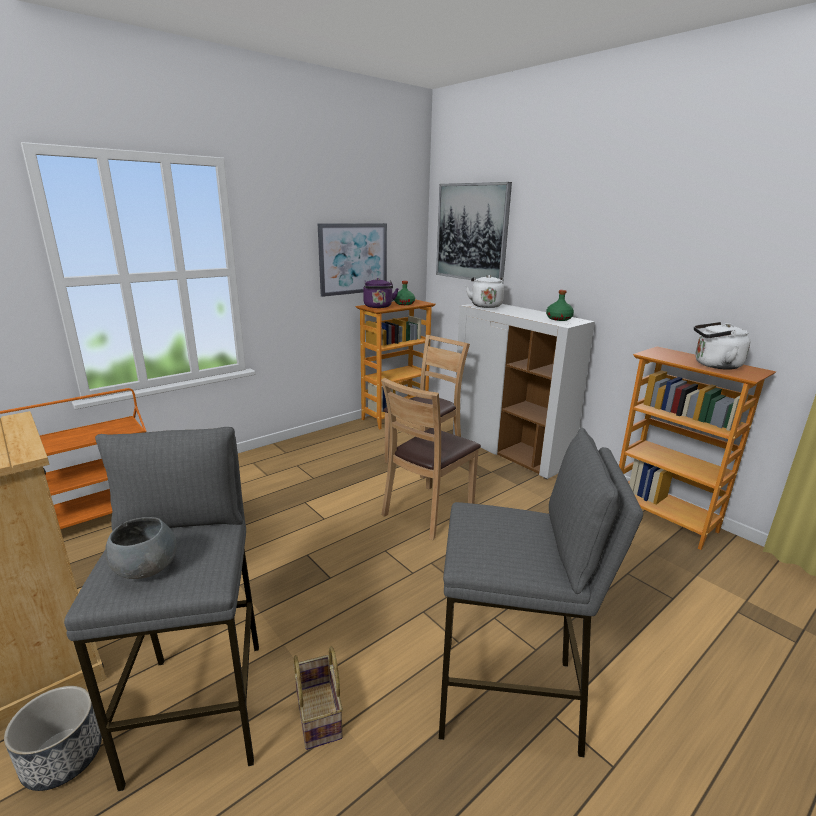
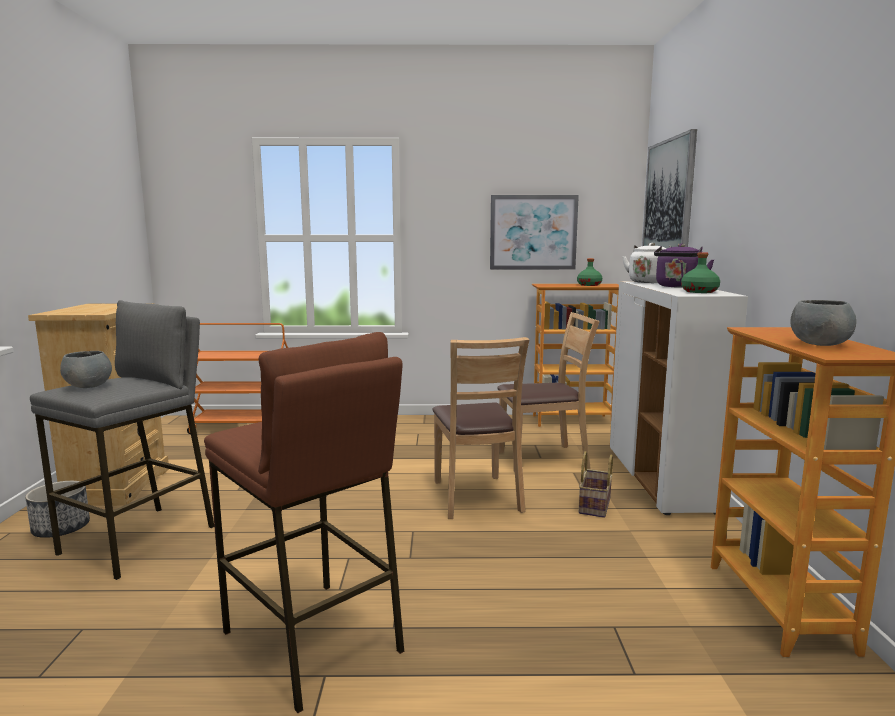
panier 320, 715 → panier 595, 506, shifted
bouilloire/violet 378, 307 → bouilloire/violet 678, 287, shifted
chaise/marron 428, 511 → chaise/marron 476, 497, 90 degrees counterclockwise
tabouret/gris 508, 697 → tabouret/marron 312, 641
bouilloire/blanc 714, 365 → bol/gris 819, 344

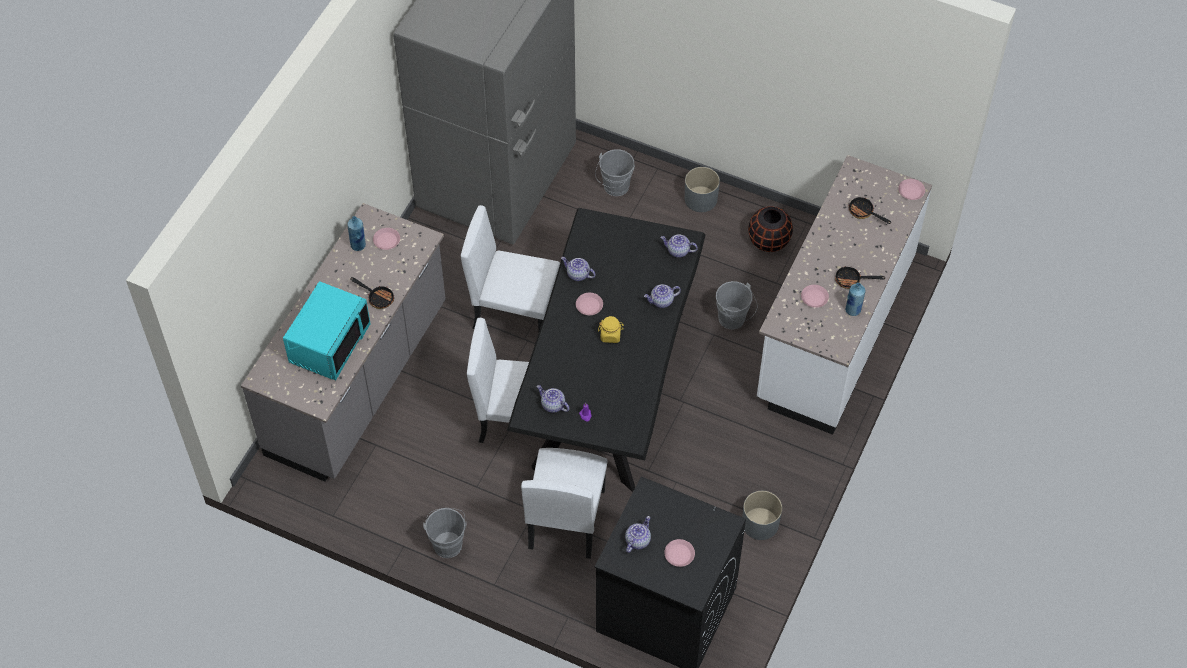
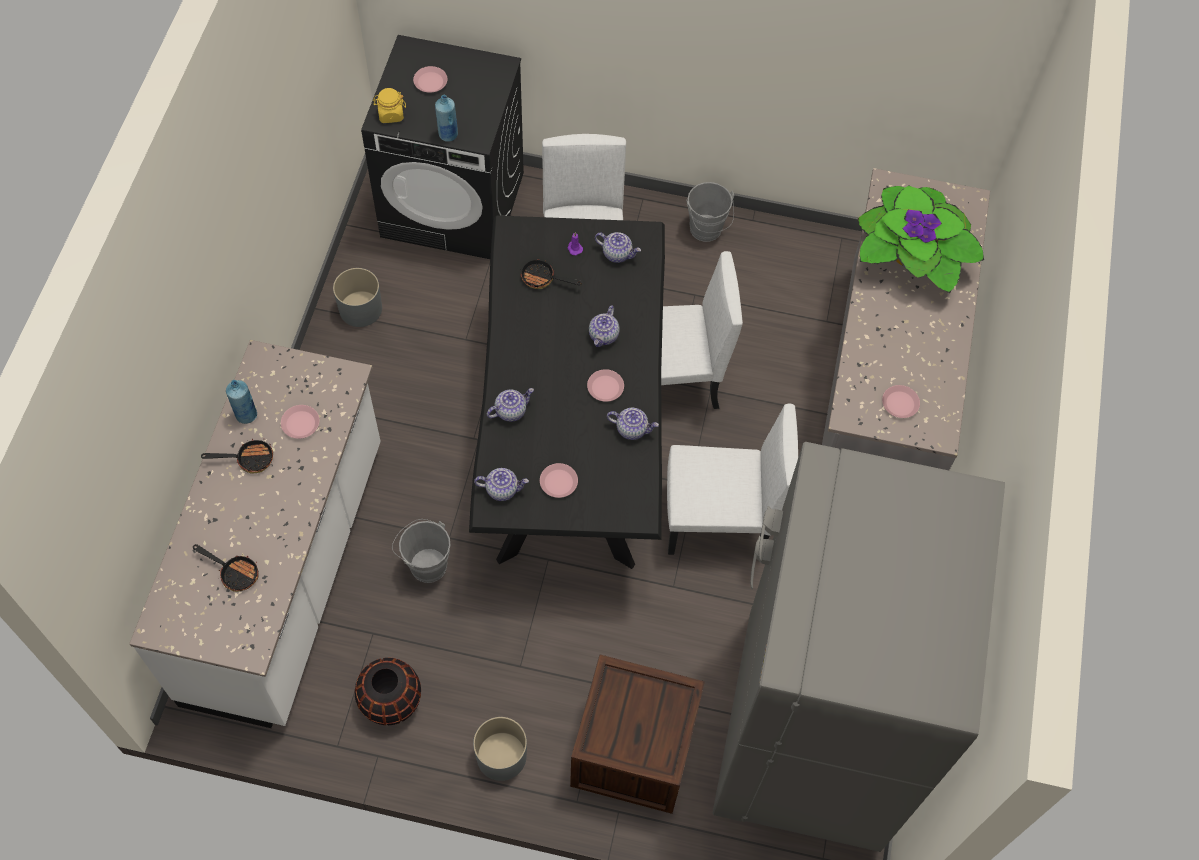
micro-ondes/turquoise 328, 343 → plante en pot 911, 255
bouteille/bleu 358, 245 → bouteille/bleu 448, 135, shifted
poêle 377, 297 → poêle 542, 279, shifted
seau/gris 615, 188 → caisse 633, 750
bocal/jaune 610, 335 → bocal/jaune 390, 114, shifted
théière 637, 540 → théière 604, 336, shifted
assiette/rose 911, 191 → assiette/rose 558, 482, shifted

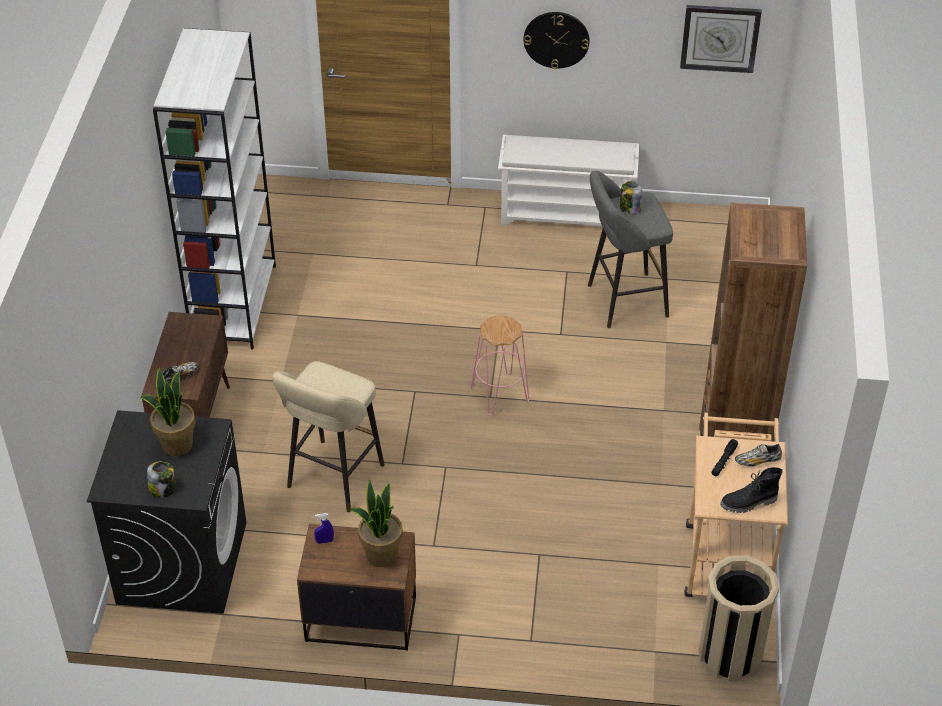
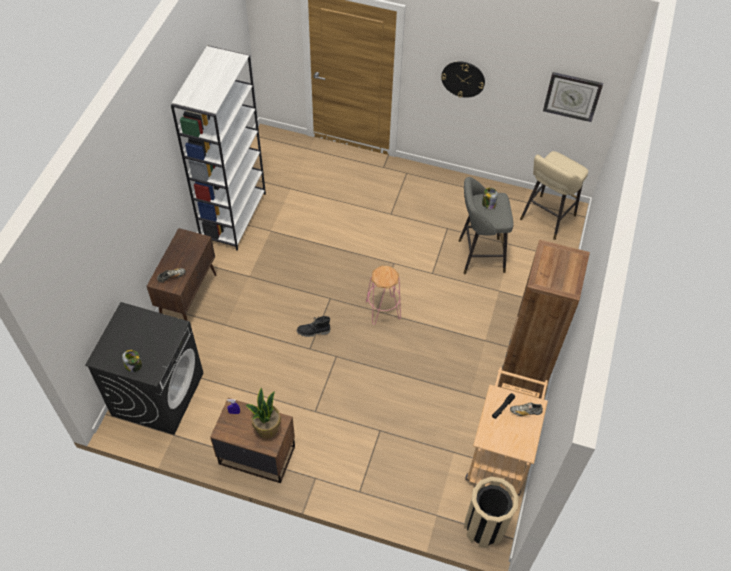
plante en pot 176, 444 → -
tabouret/beige 332, 479 → tabouret/beige 546, 219, shifted
étagère à chaussures/blanc 567, 214 → -
botte/noir 749, 503 → botte/noir 313, 332, shifted

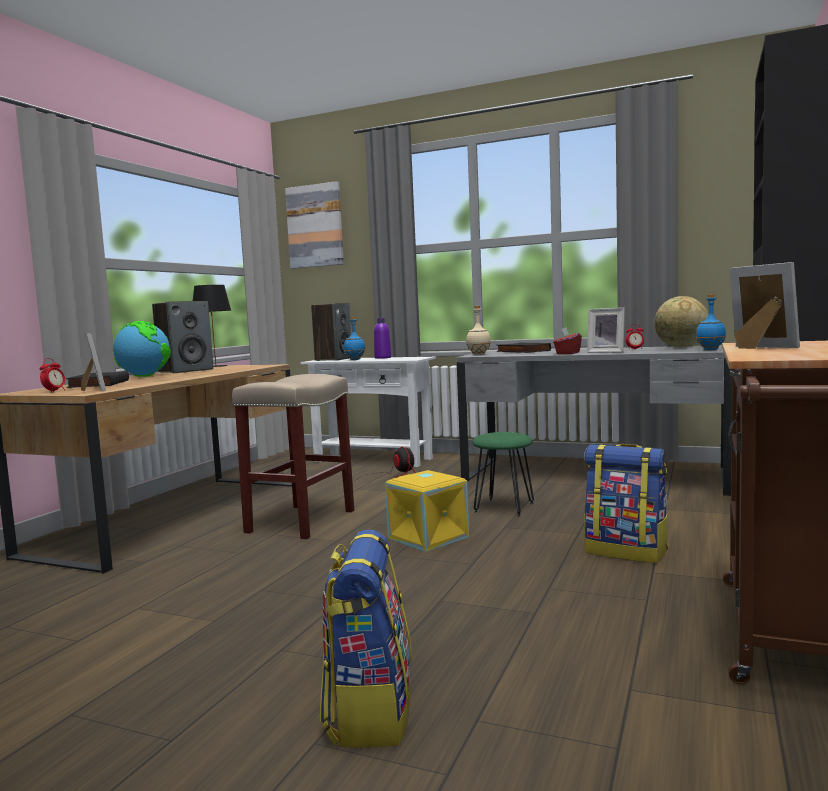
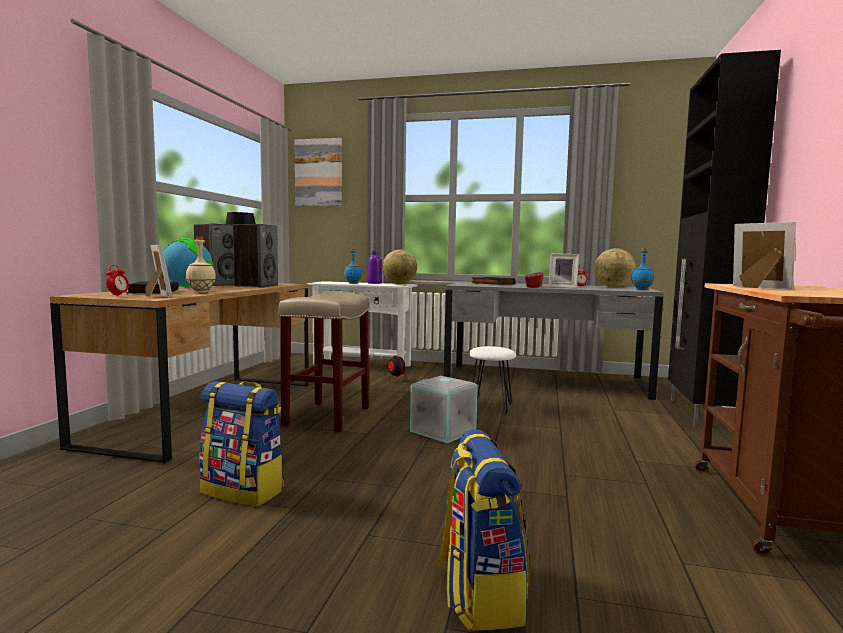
enceinte 333, 359 → enceinte 256, 286, shifted
boîte de rangement/jaune 429, 537 → boîte de rangement/gris 444, 431
bouteille/beige 478, 355 → bouteille/beige 201, 292, shifted
tabouret/vert 504, 507 → tabouret/blanc 490, 406
sac à dos 627, 551 → sac à dos 244, 491, shifted
- → globe 399, 284

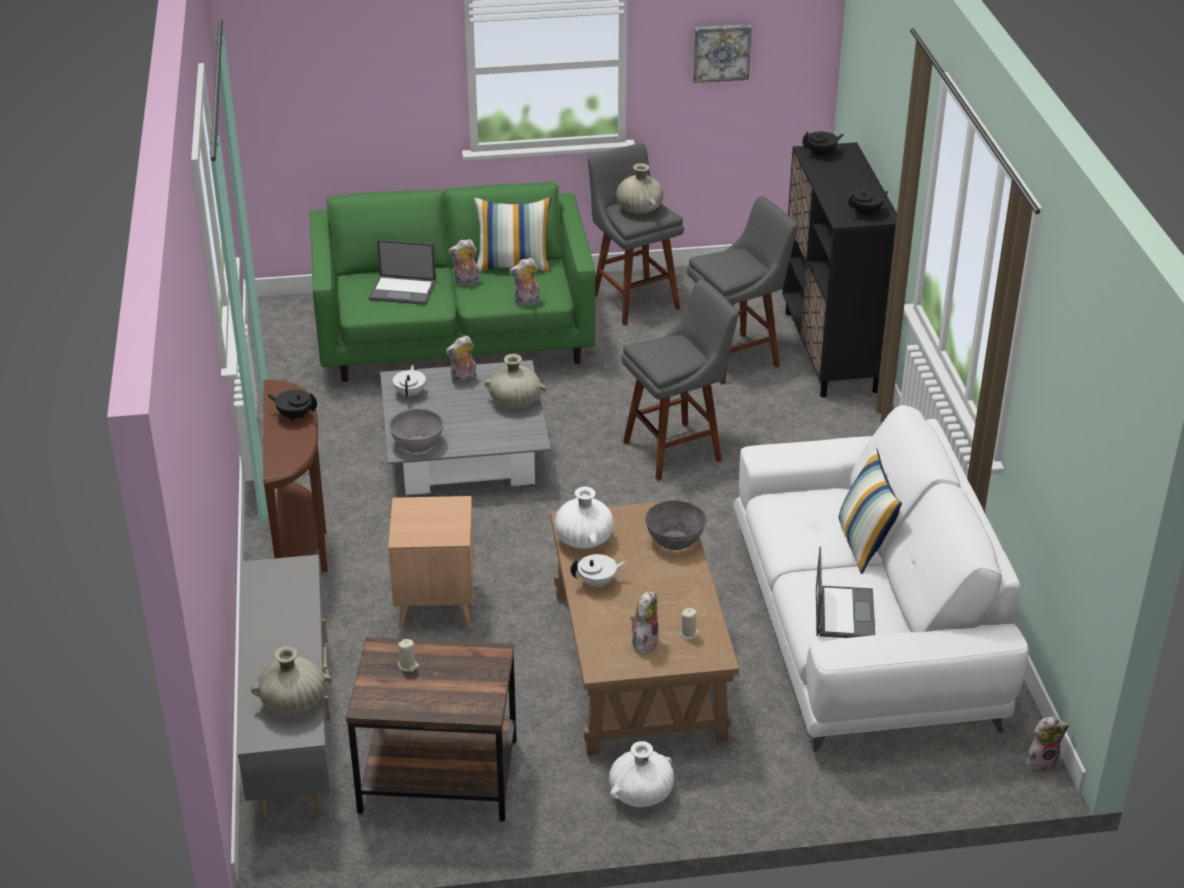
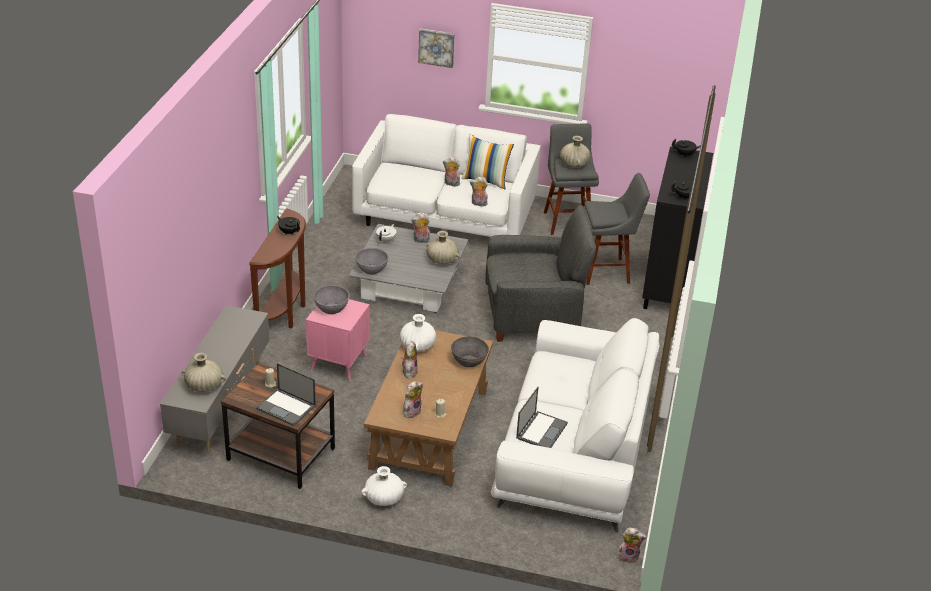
canapé/vert 454, 339 → canapé/blanc 445, 217
ordinateur portable 403, 290 → ordinateur portable 287, 407, shifted
table d'appoint/marron 436, 604 → table d'appoint/rose 338, 363
théière/blanc 598, 582 → peluche 409, 371
tabouret/gris 677, 449 → fauteuil/gris 533, 315
tableau 721, 52 → tableau 436, 47, shifted
coussin 864, 544 → -
- → bol/gris 331, 308

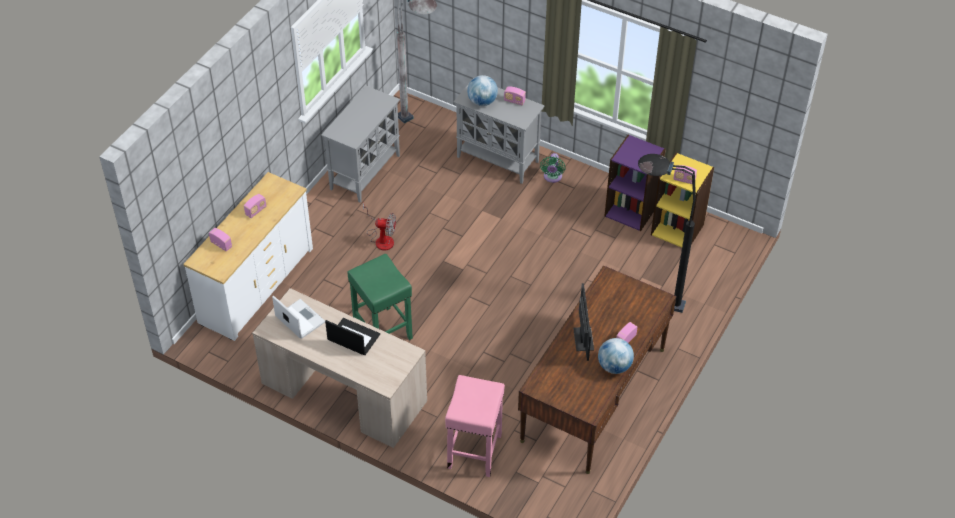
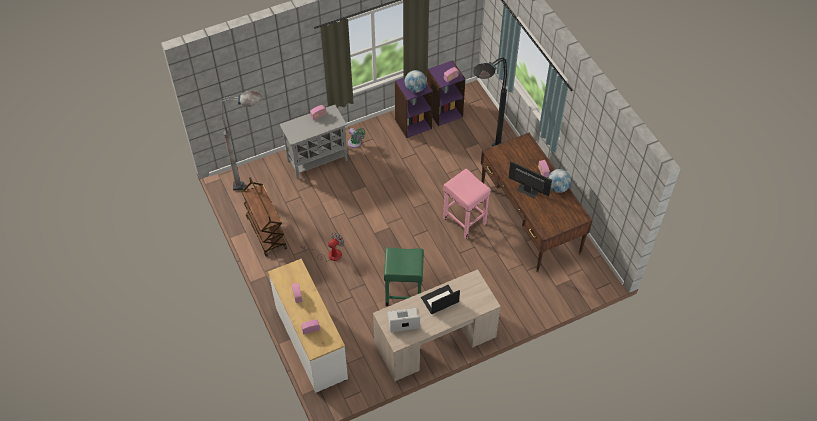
meuble de rangement/gris 365, 172 → chariot/marron 266, 232
tabouret/rose 474, 450 → tabouret/rose 463, 220, shifted
globe 482, 102 → globe 415, 89, shifted
bibliothèque/jaune 677, 229 → bibliothèque/violet 444, 112

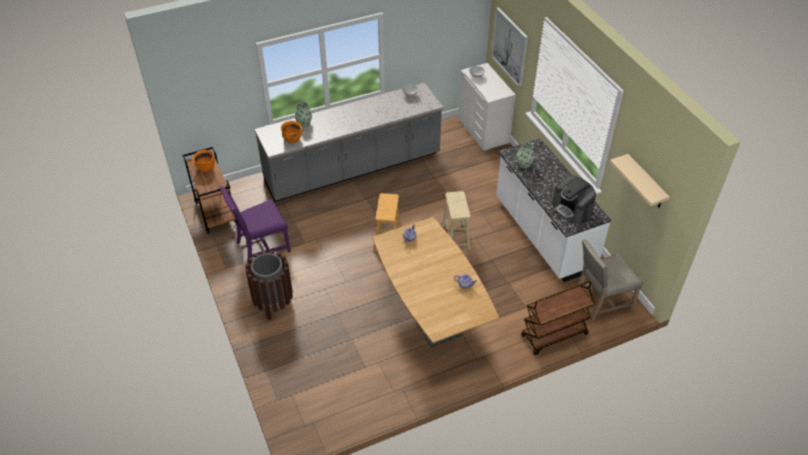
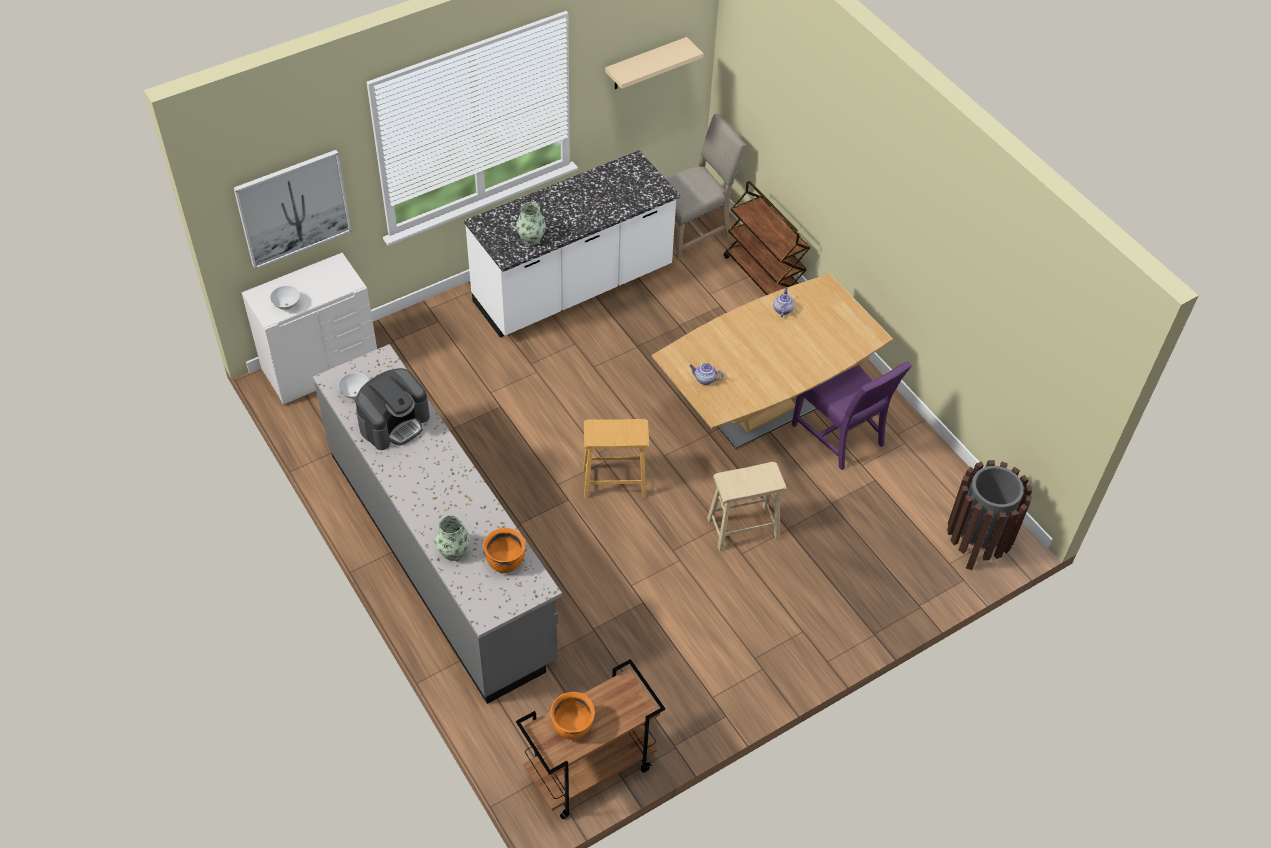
chaise/violet 261, 246 → chaise/violet 841, 435, shifted
poubelle/marron 273, 303 → poubelle/marron 976, 543, shifted
tabouret/beige 455, 237 → tabouret/beige 743, 527, shifted
machine à café 572, 208 → machine à café 394, 422, shifted
chaise/beige 600, 301 → chaise/beige 692, 229, 90 degrees counterclockwise

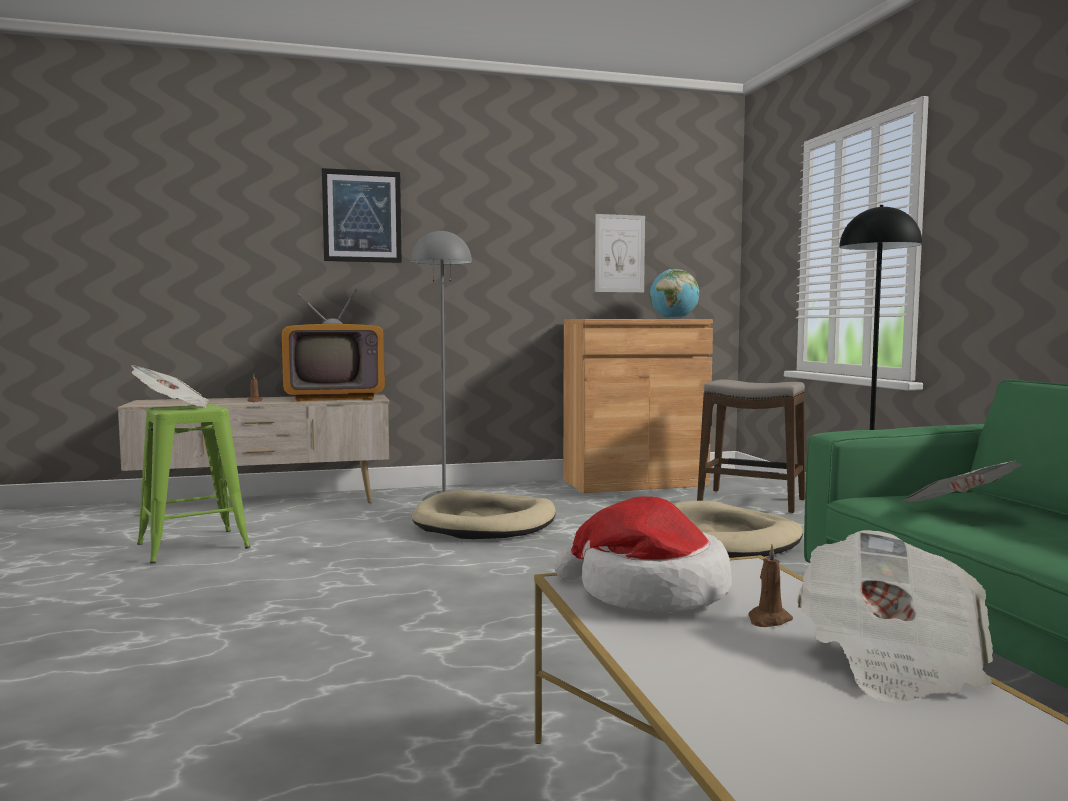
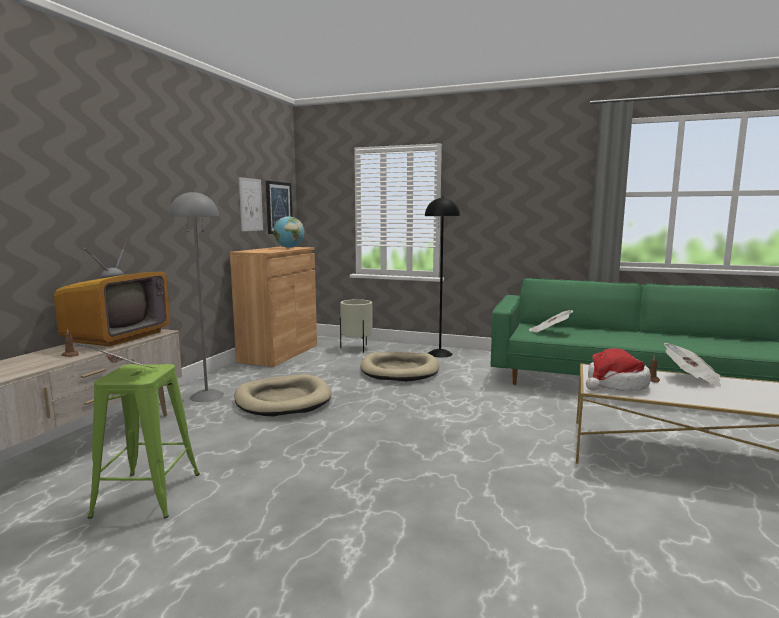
tableau 362, 216 → tableau 278, 207, shifted
tabouret 751, 501 → cache-pot/beige 357, 348

